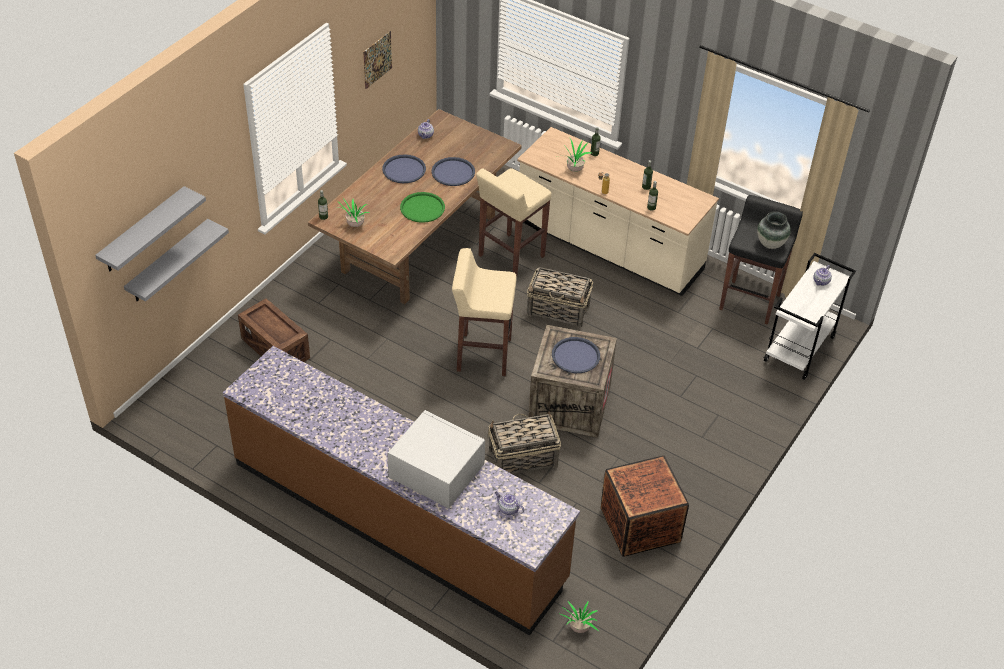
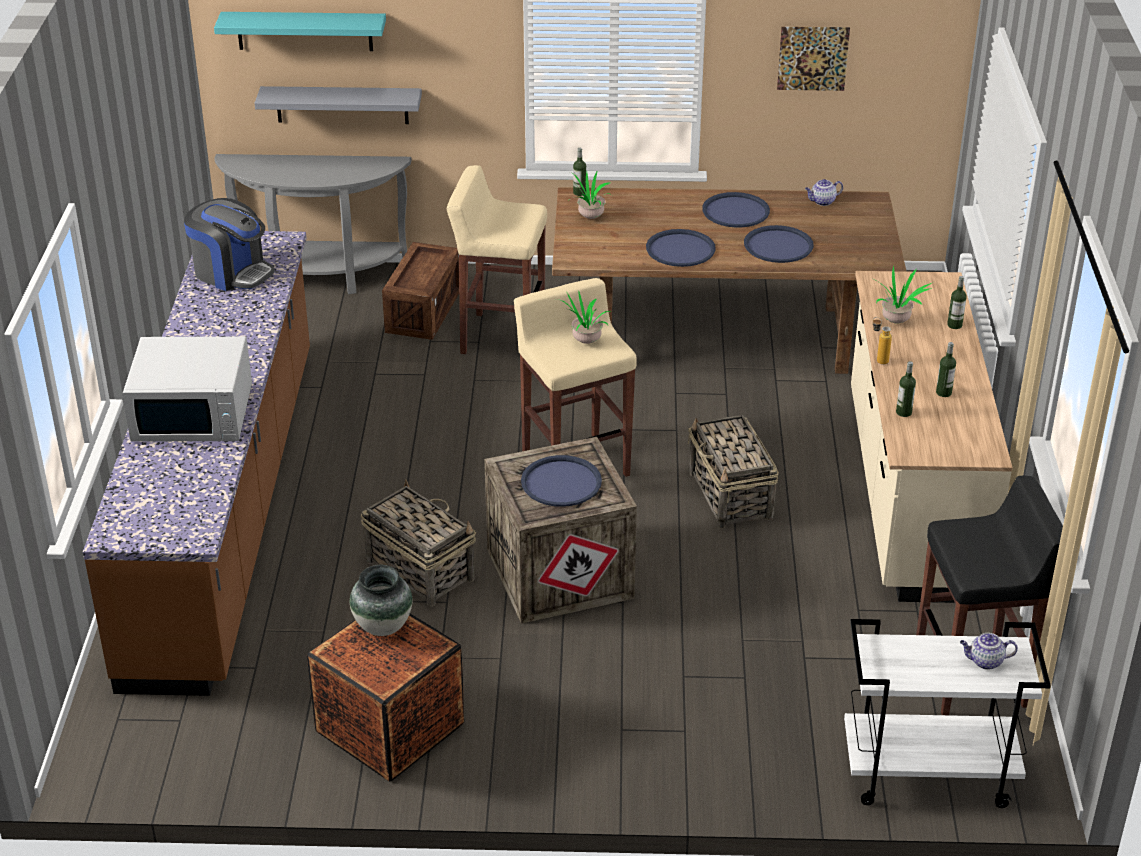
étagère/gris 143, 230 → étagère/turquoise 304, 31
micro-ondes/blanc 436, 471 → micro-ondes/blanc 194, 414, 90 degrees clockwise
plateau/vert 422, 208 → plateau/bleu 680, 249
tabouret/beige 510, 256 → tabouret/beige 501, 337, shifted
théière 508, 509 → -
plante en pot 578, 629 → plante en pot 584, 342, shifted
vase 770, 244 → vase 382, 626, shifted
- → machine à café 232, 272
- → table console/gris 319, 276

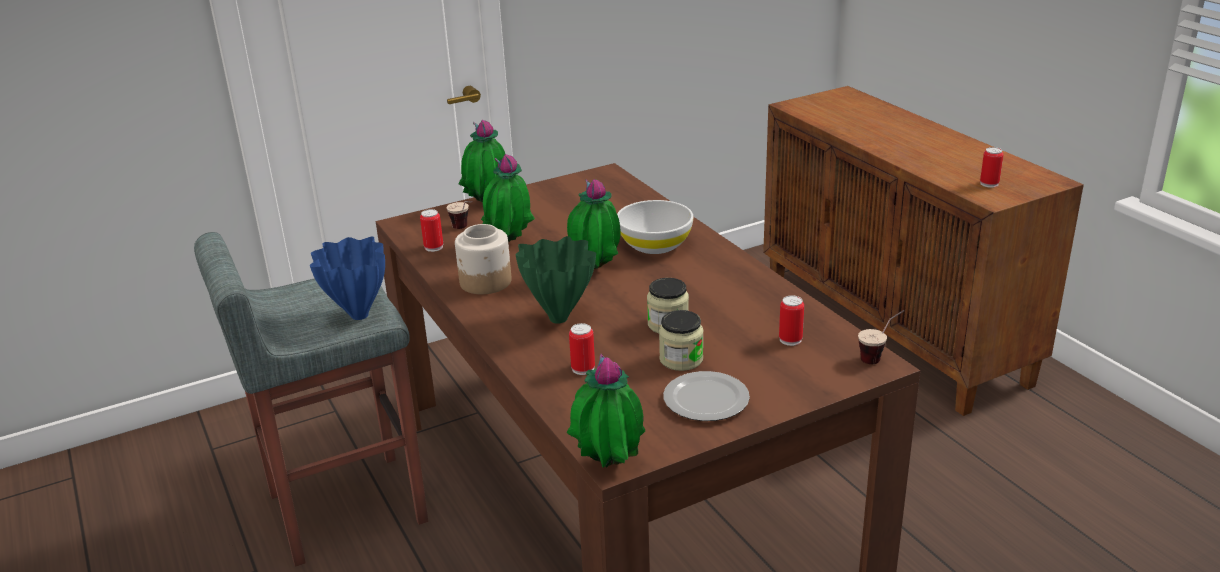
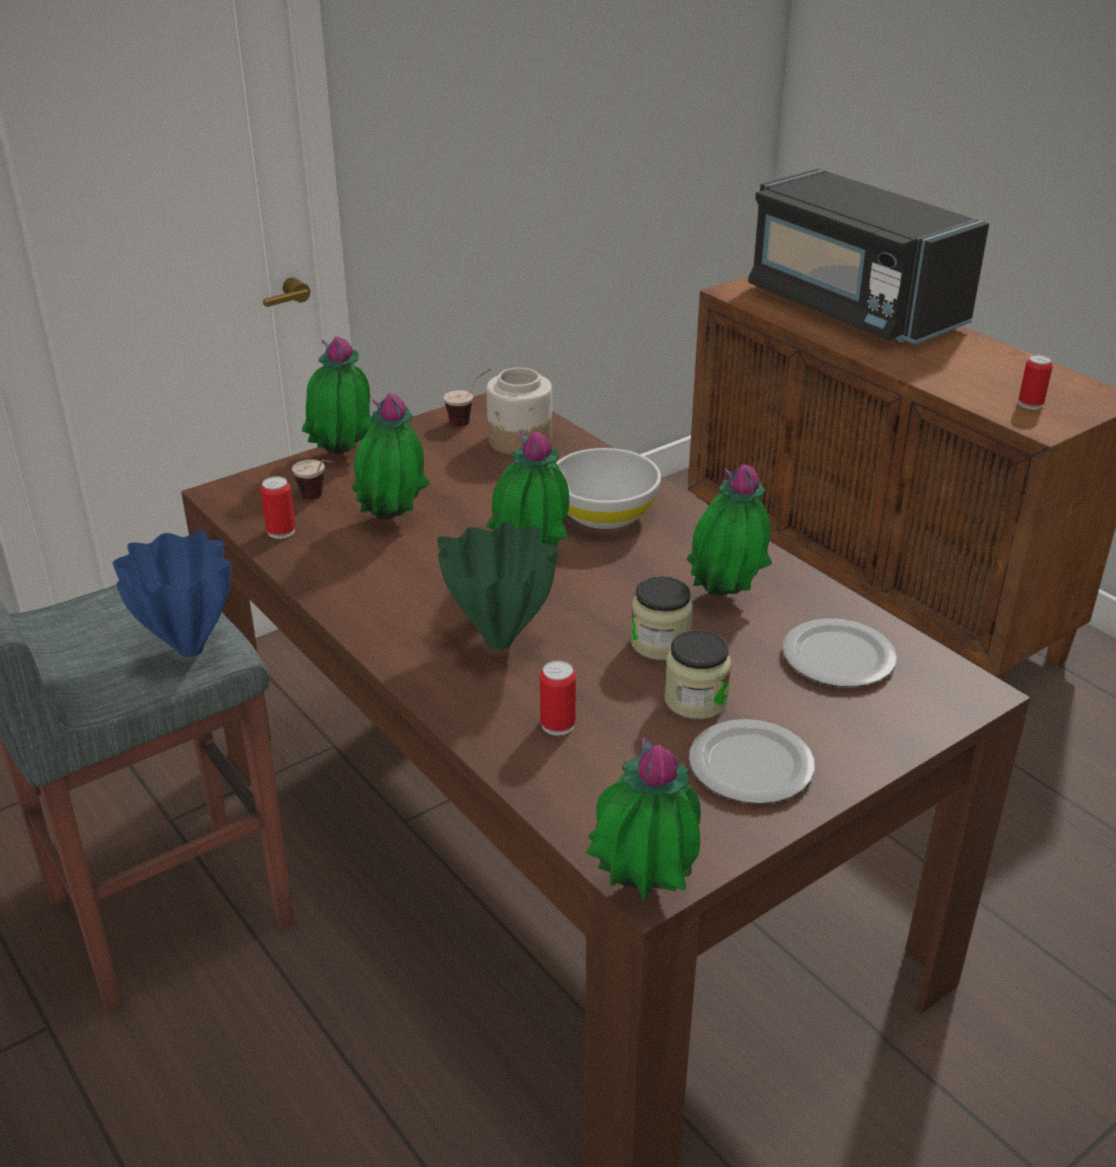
bocal 485, 282 → bocal 520, 441, shifted
boîte métallique 790, 339 → assiette 839, 658
tasse 879, 356 → tasse 469, 419, shifted
- → plante en pot 725, 598
- → micro-ondes/noir 851, 309

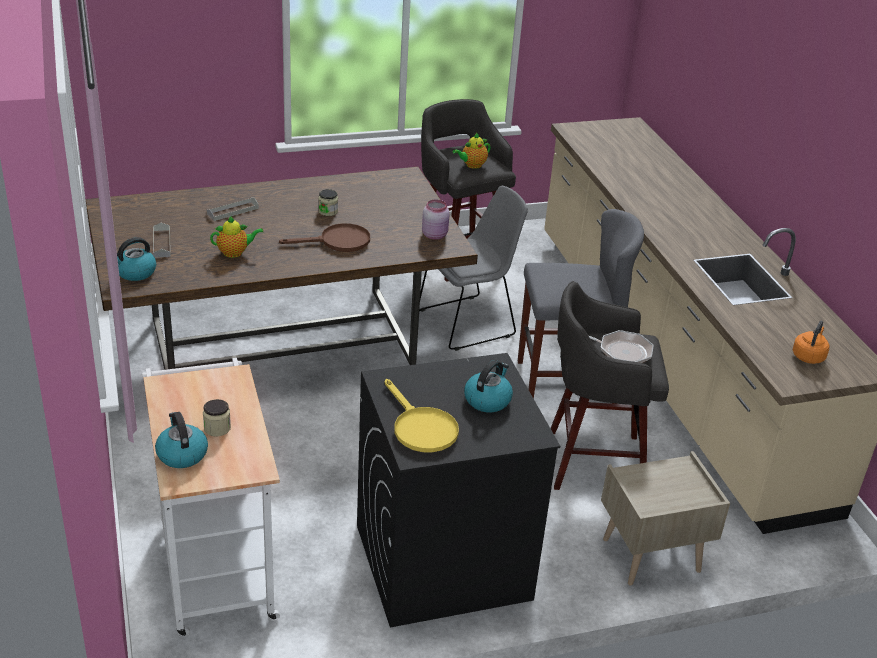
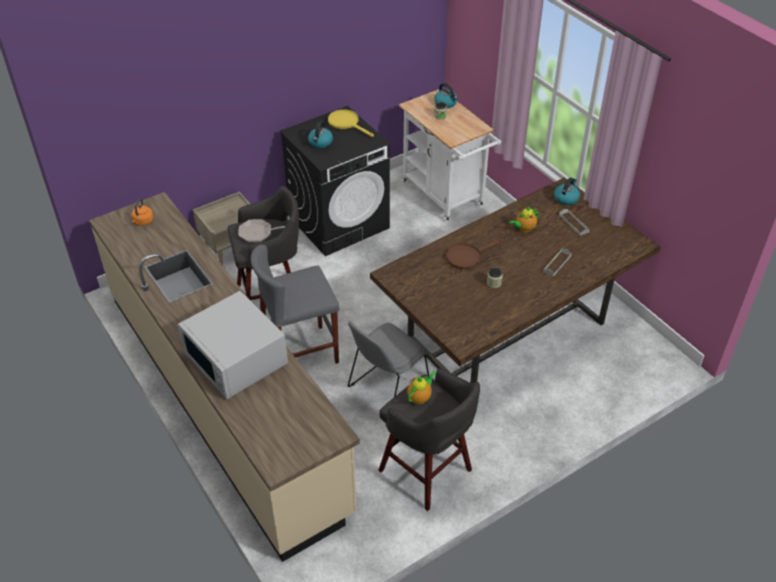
bocal/rose 435, 235 → -
- → micro-ondes/blanc 236, 360

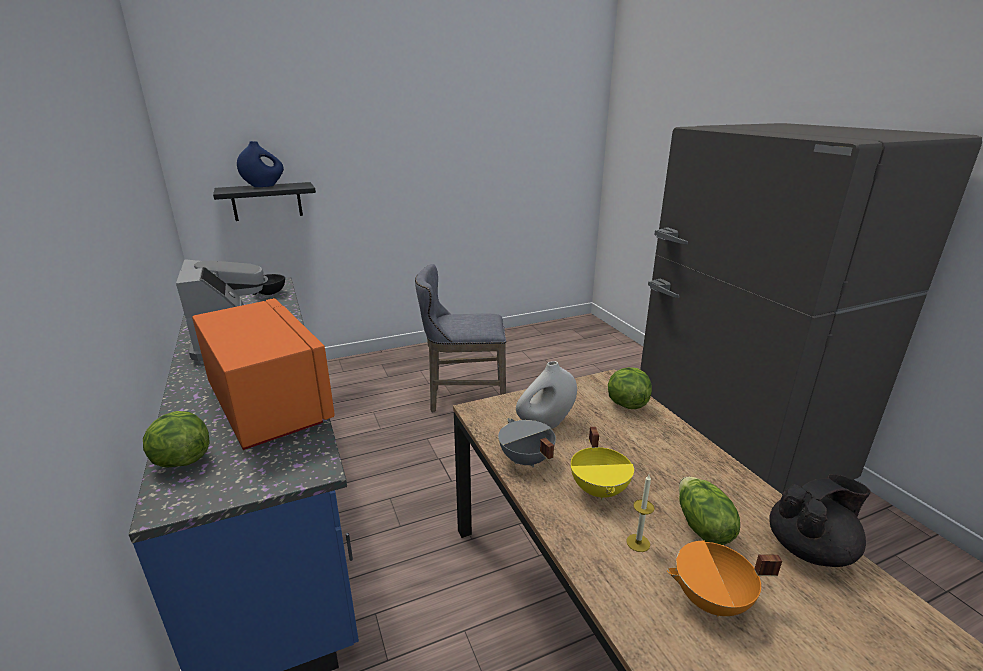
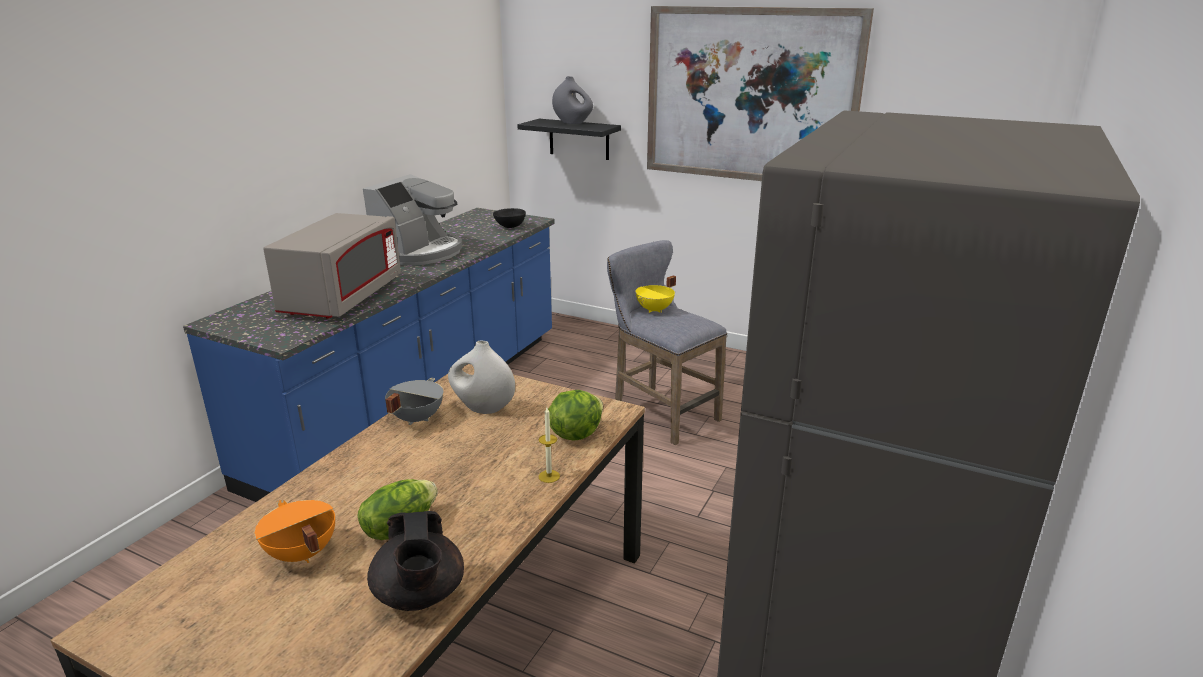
laitue 181, 460 → -
micro-ondes/orange 269, 405 → micro-ondes/gris 343, 298
vase/bleu 264, 186 → vase/gris 572, 123
marmite/jaune 600, 490 → marmite/jaune 655, 310, shifted
bougie 638, 543 → bougie 549, 476, shifted
théière/noir 810, 548 → théière/noir 419, 596, 45 degrees clockwise
- → tableau 751, 95

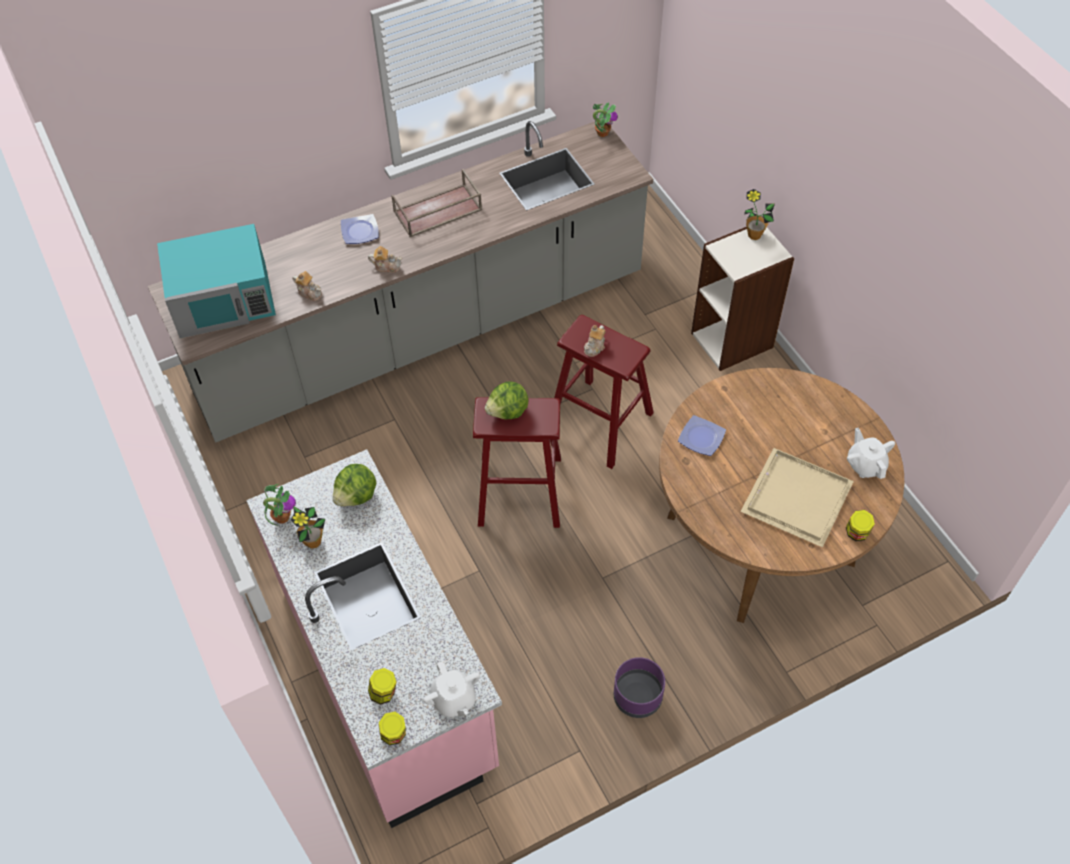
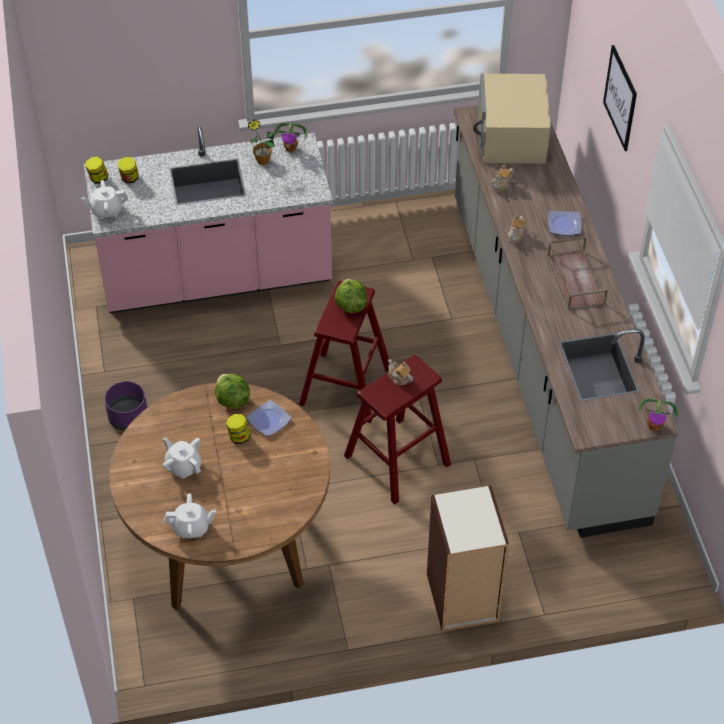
micro-ondes/turquoise 224, 298 → micro-ondes/beige 511, 136
laitue 357, 496 → laitue 232, 400, shifted
plateau/beige 795, 496 → théière/blanc 183, 466
plante en pot 754, 235 → -
bocal 856, 533 → bocal 239, 437, shifted
- → tableau 620, 98

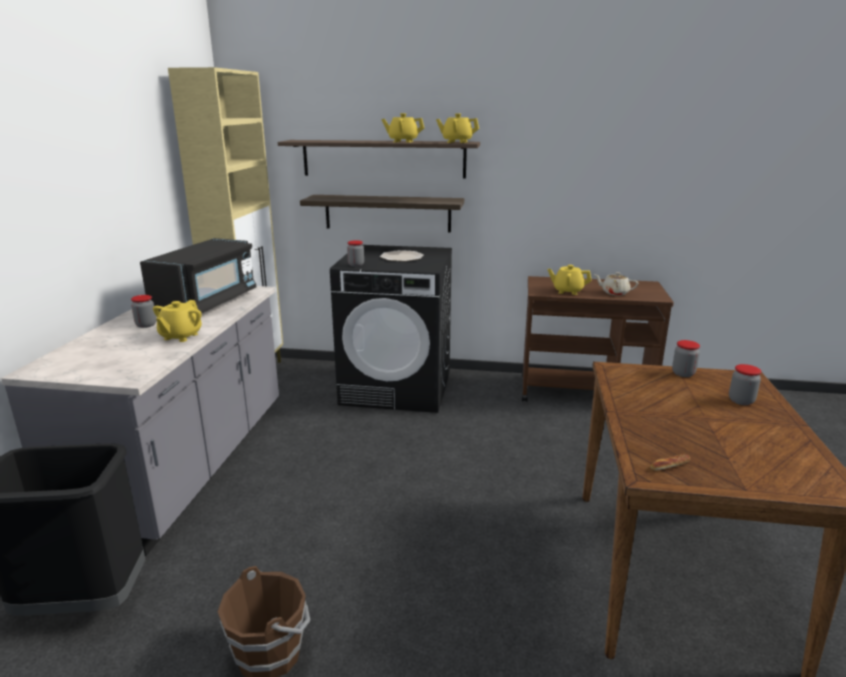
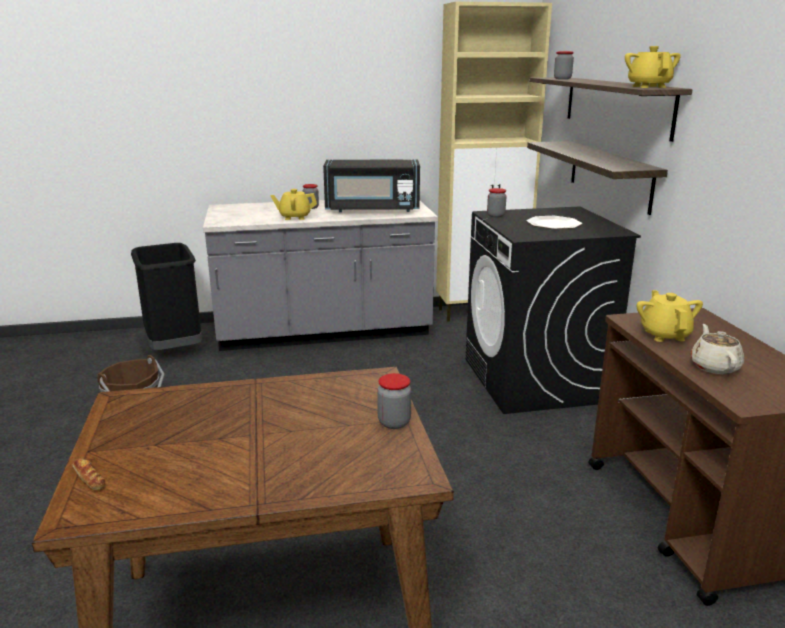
théière/jaune 403, 141 → -
pain 670, 465 → pain 89, 478, shifted
bocal 741, 401 → bocal 562, 79, shifted

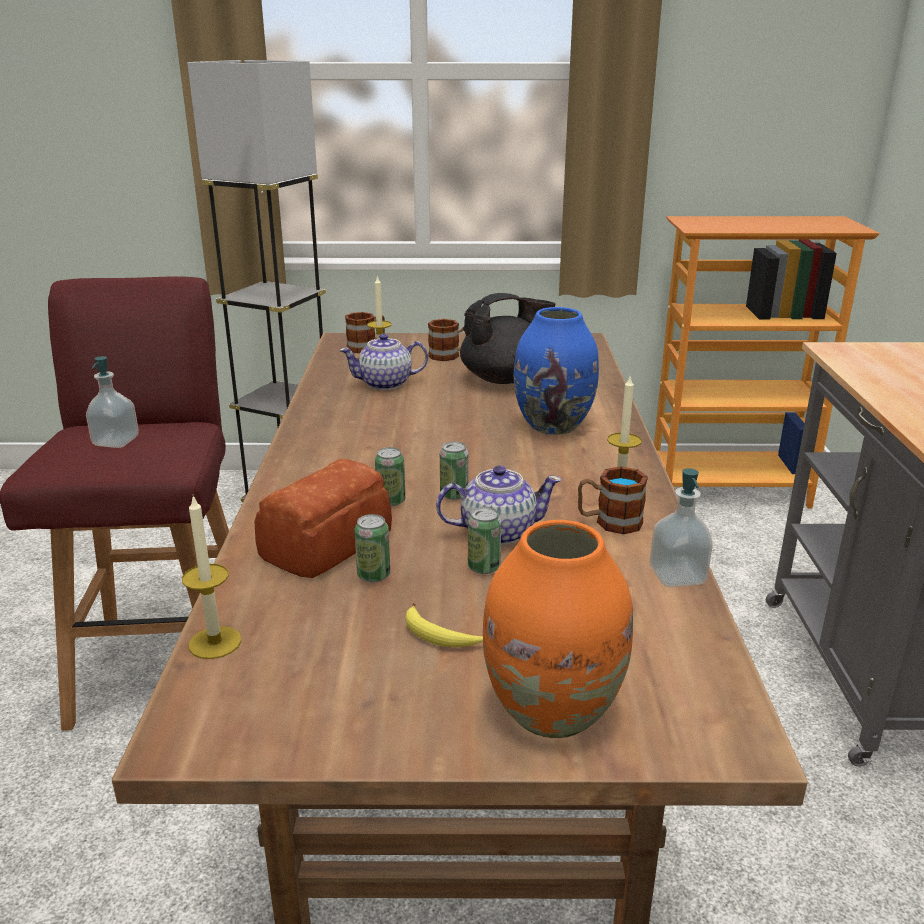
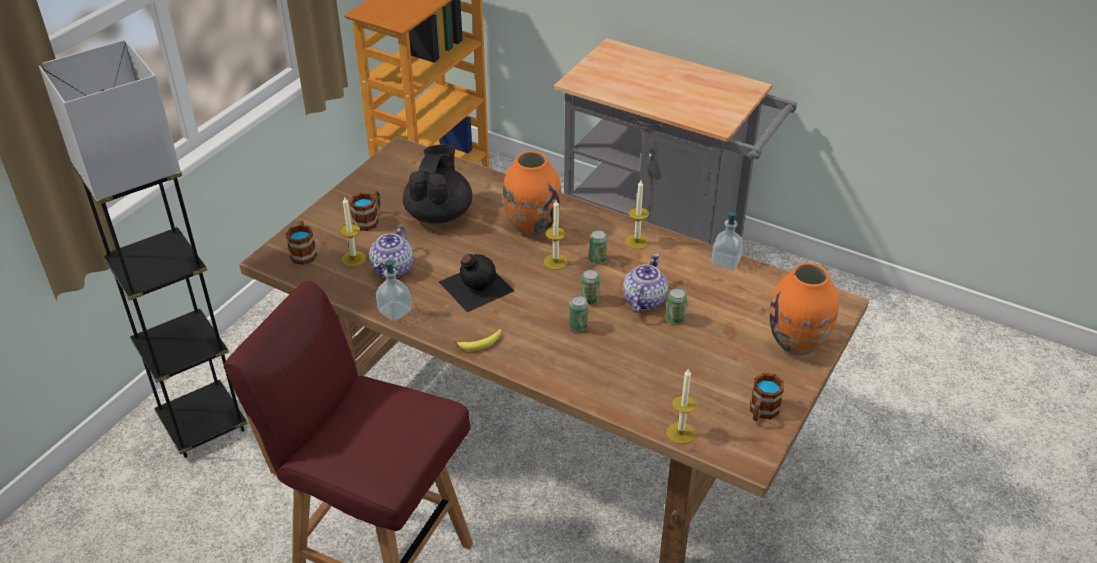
distributeur de savon 116, 441 → distributeur de savon 395, 311, shifted
pain 329, 542 → -
boîte métallique 373, 575 → boîte métallique 597, 260, shifted
banane 439, 636 → banane 481, 344, shifted
vase/bleu 554, 425 → vase/orange 532, 225
mug 609, 522 → mug 761, 412, shifted
- → bouteille/noir 475, 286
- → bougie 555, 262

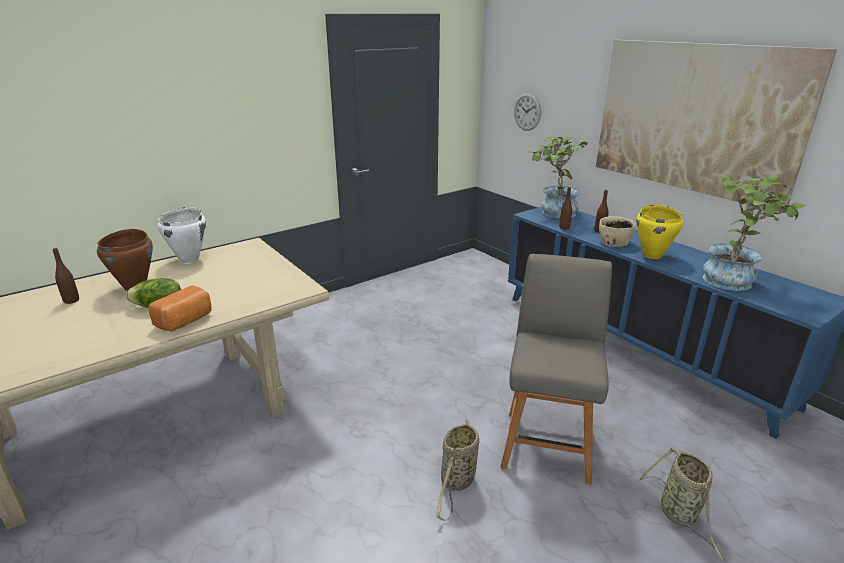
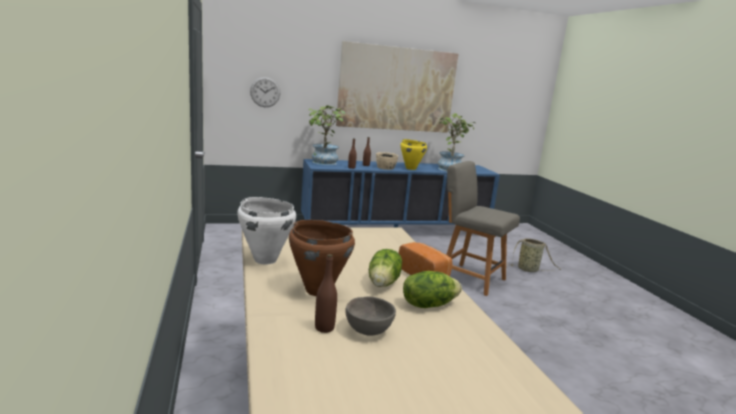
panier 457, 482 → -
- → bol/gris 368, 330
- → laitue 428, 304

